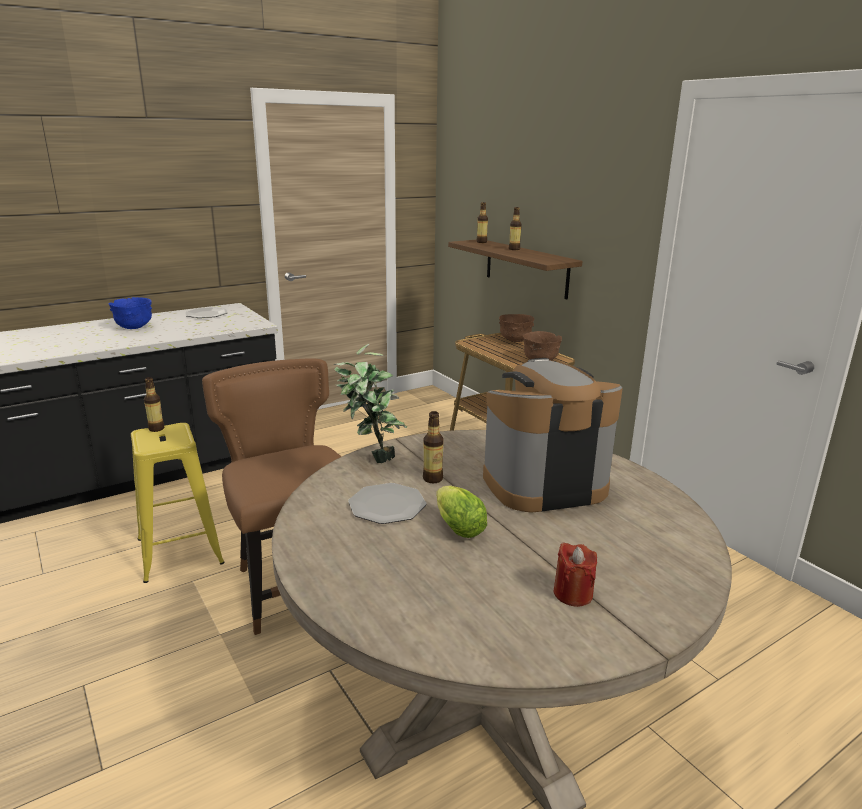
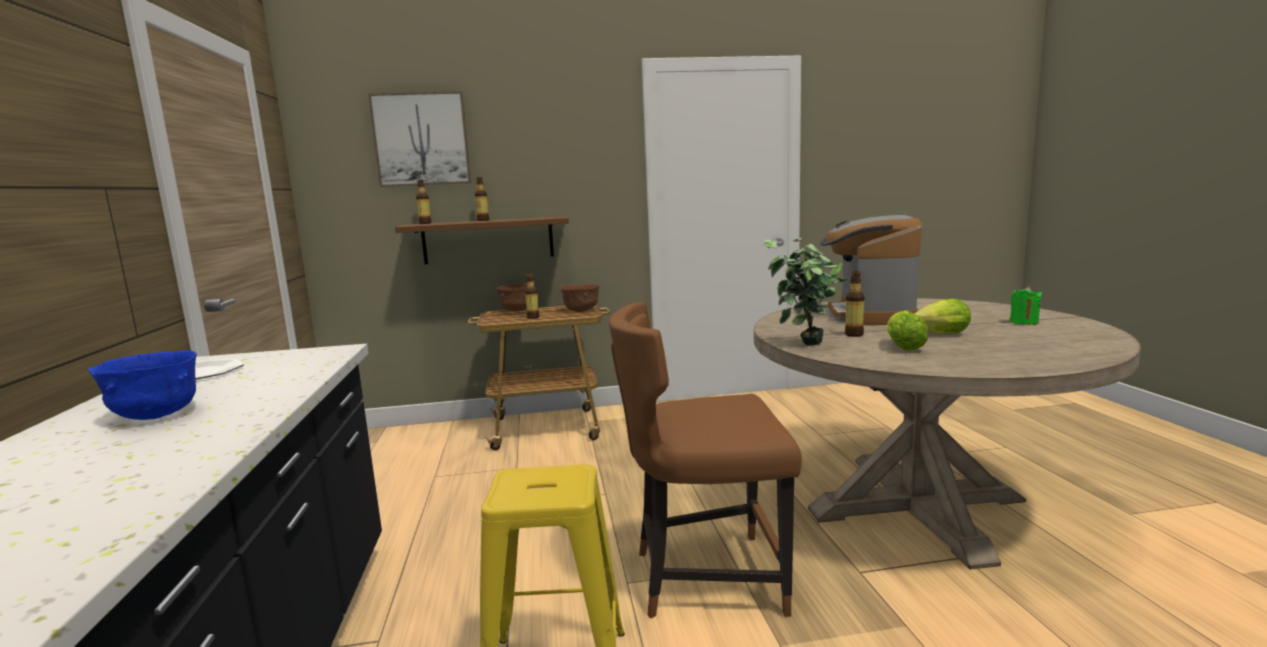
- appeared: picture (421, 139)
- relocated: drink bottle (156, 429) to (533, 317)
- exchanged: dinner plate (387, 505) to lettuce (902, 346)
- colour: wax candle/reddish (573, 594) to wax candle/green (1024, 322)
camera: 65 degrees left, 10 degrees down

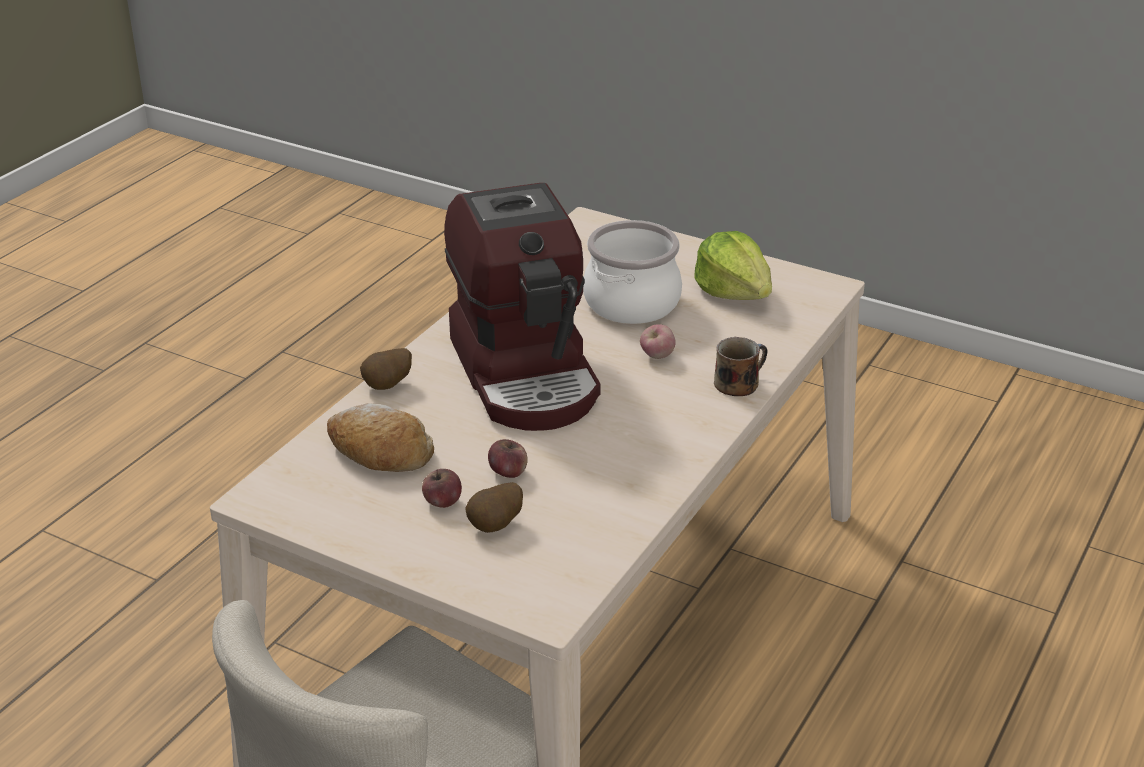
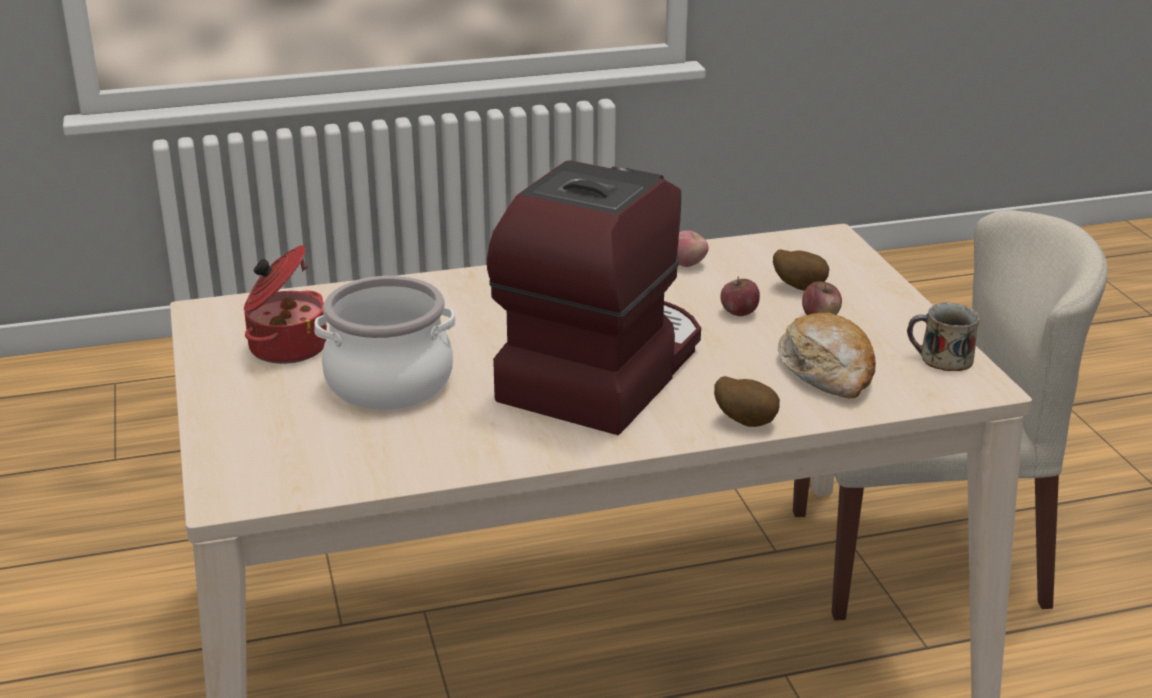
- relocated: whole apple (657, 356) to (688, 265)
- relocated: coffee mug (738, 382) to (943, 358)
- exchanged: lettuce (734, 292) to stockpot (286, 346)
camera: 135 degrees left, 5 degrees down

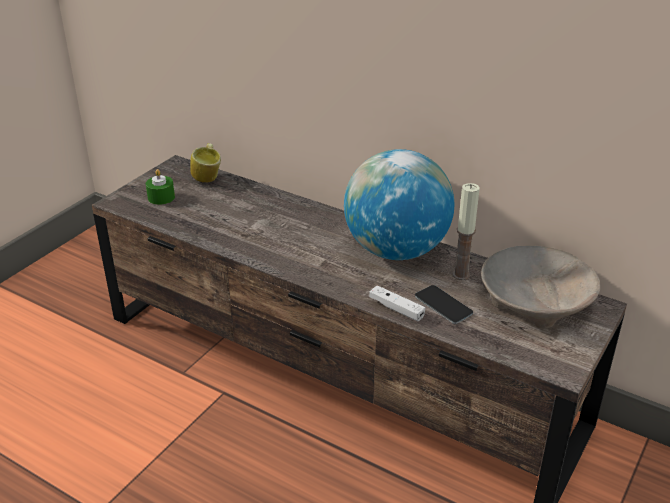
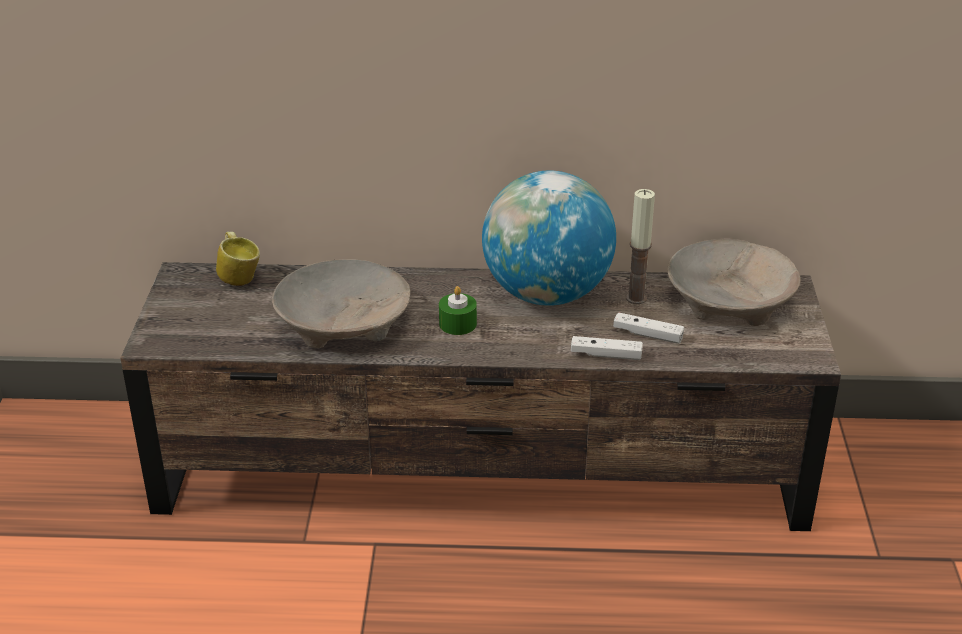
- appeared: bowl/beige-coloured (342, 323)
- relocated: wax candle/green (161, 197) to (457, 324)
- exchanged: handset (443, 305) to gamepad/white-coloured (647, 335)
camera: 30 degrees left, 0 degrees up

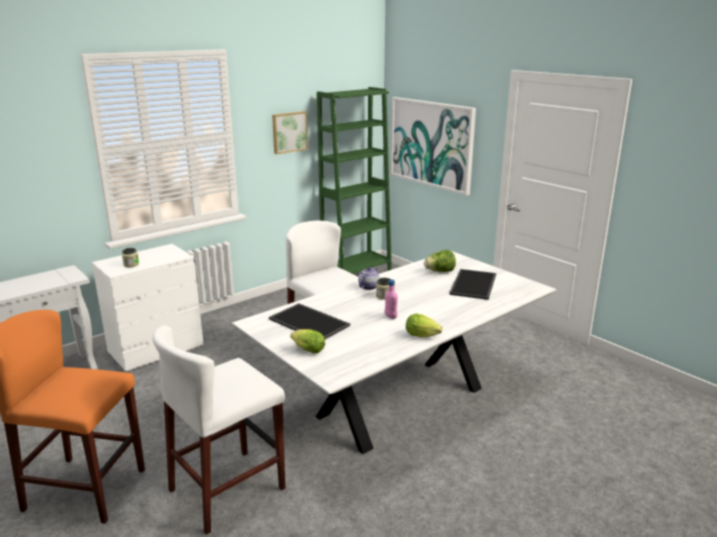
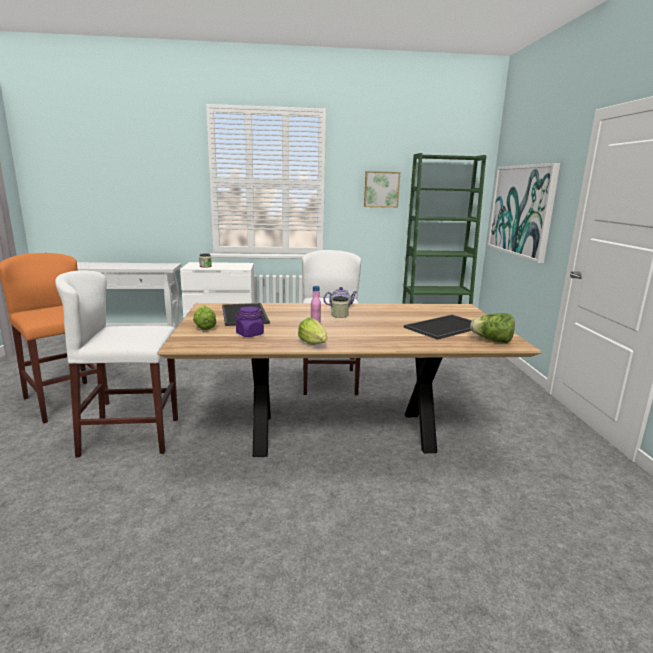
- appeared: preserve jar/purplish (249, 334)
- relocated: lettuce (440, 271) to (492, 341)
- colour: dining table/white-coloured (400, 402) to dining table/brownish (340, 433)
camera: 35 degrees right, 5 degrees down

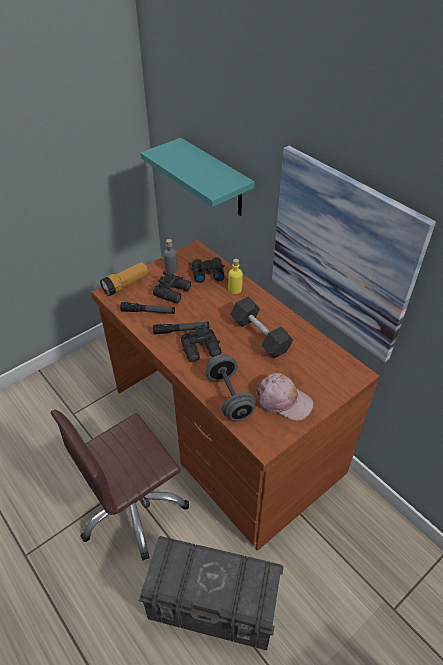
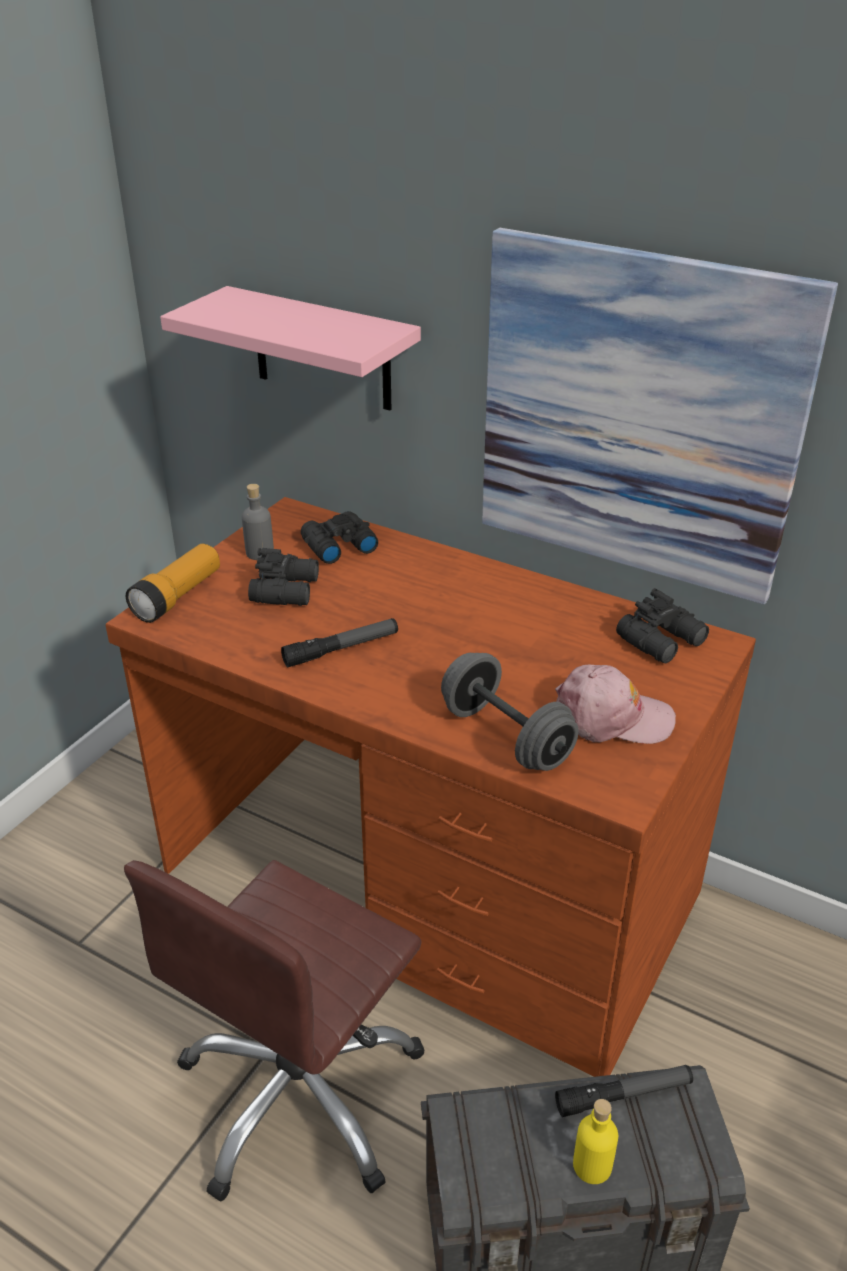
- missing: dumbbell/blackish (260, 335)
- relocated: torch (148, 312) to (624, 1095)
- relocated: field glasses/blackish (202, 350) to (663, 641)
- relocated: drink bottle/yellow-coloured (235, 289) to (592, 1165)
- colour: wall shelf/turquoise-coloured (215, 178) to wall shelf/pink (322, 349)
camera: 20 degrees left, 10 degrees down

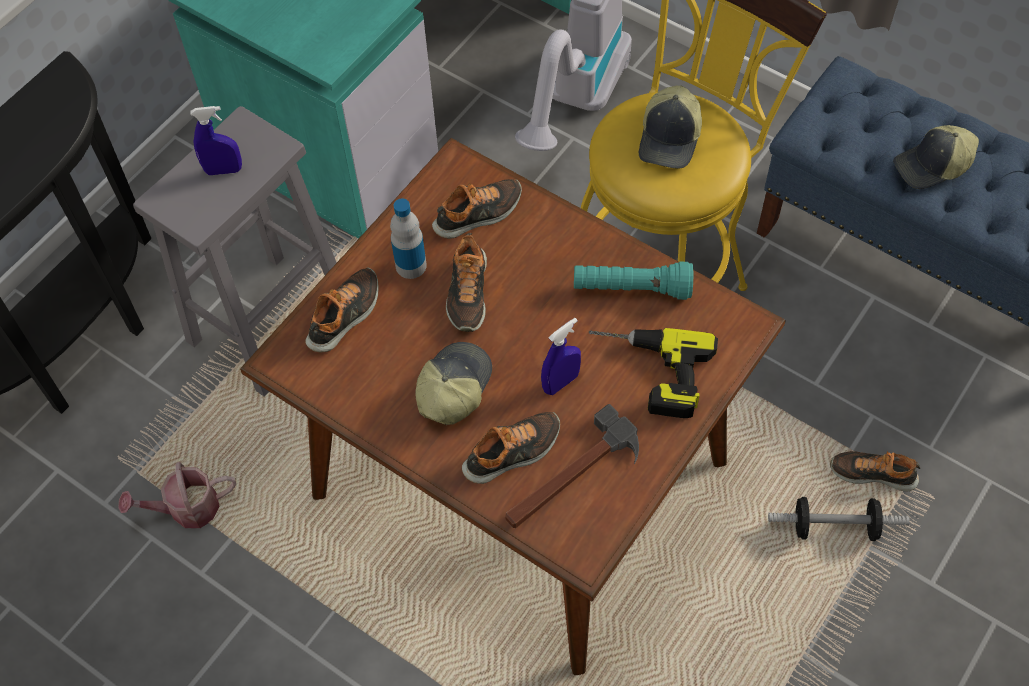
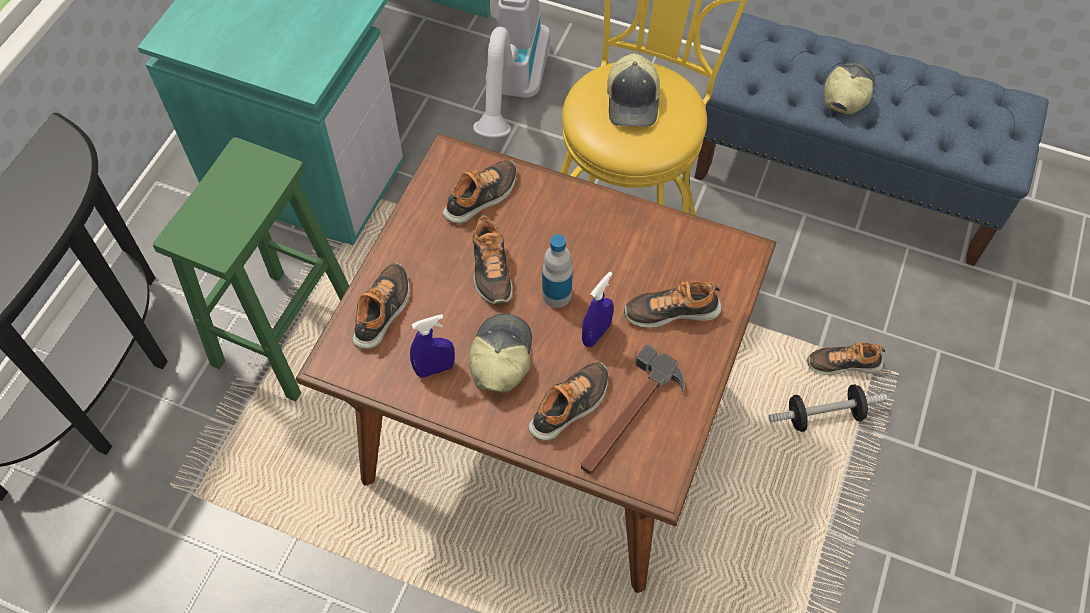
- missing: watering can (187, 509)
- missing: torch/turquoise-coloured (631, 289)
- relocated: hand sprayer/bluish (224, 170) to (435, 369)
- relocated: drink bottle (411, 265) to (557, 295)
- exchanged: power drill (648, 373) to low shoe (671, 311)
- colour: stool/greyish (271, 320) to stool/green (286, 331)
- spun: peaked cap (933, 166) = (846, 92) 150 degrees clockwise
camera: 15 degrees left, 0 degrees up

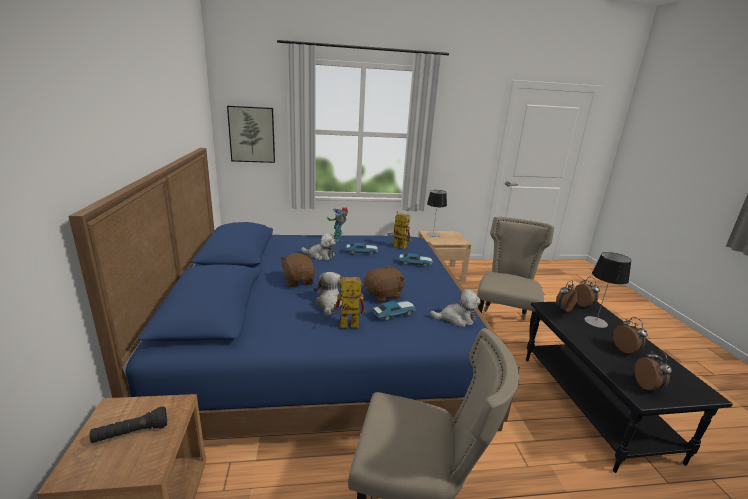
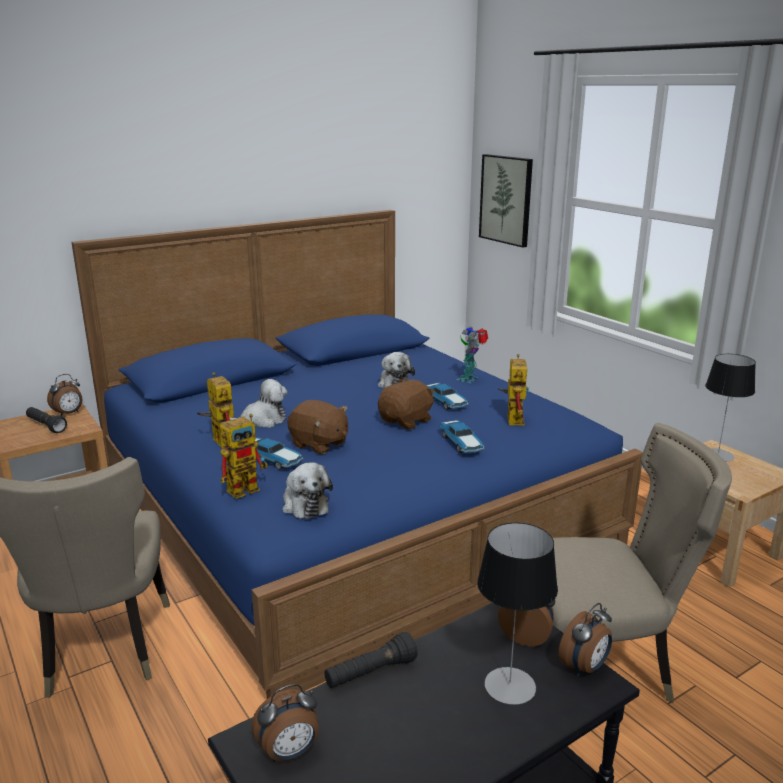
- appeared: toy robot (247, 487)
- appeared: torch/blackish (370, 673)
- relocated: soft toy/brownish (299, 281) to (406, 421)
- relocated: bedside clock (626, 350) to (69, 413)
camera: 65 degrees right, 0 degrees up

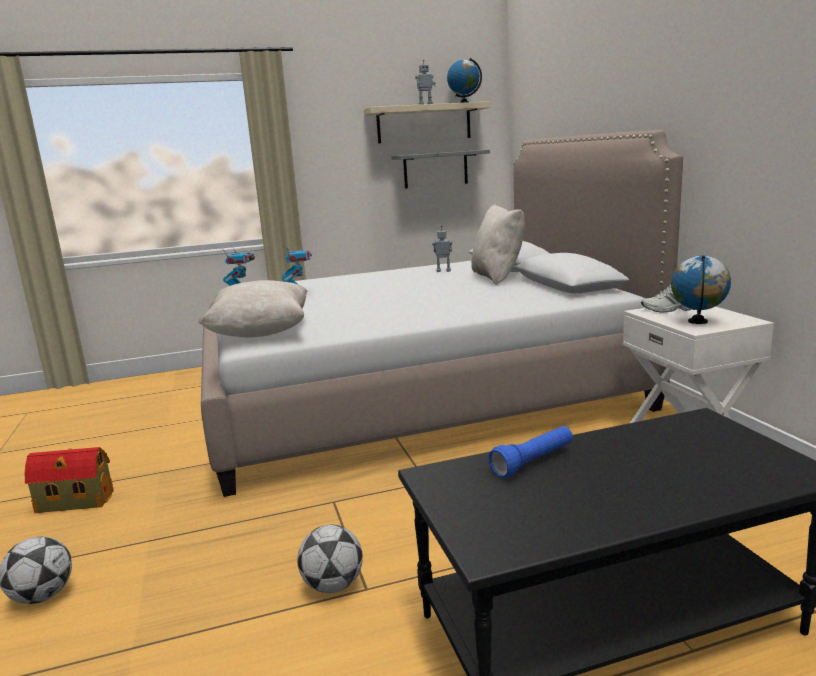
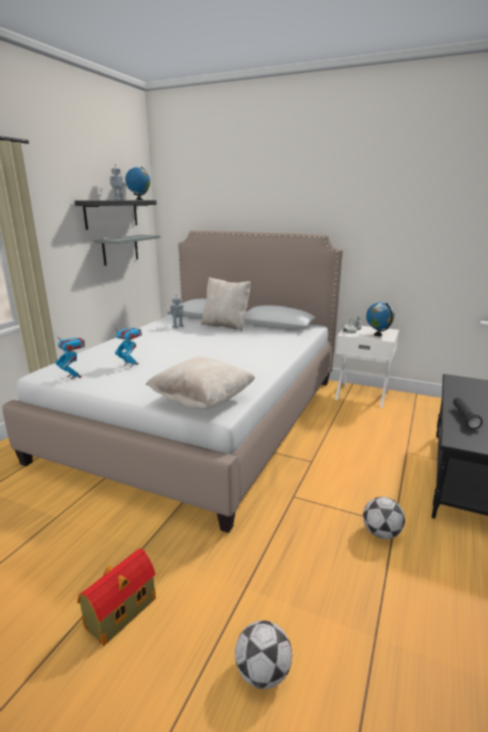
- colour: wall shelf/beige-coloured (424, 123) to wall shelf/blackish (111, 214)
- colour: torch/bluish (533, 462) to torch/blackish (464, 418)
camera: 50 degrees left, 5 degrees up

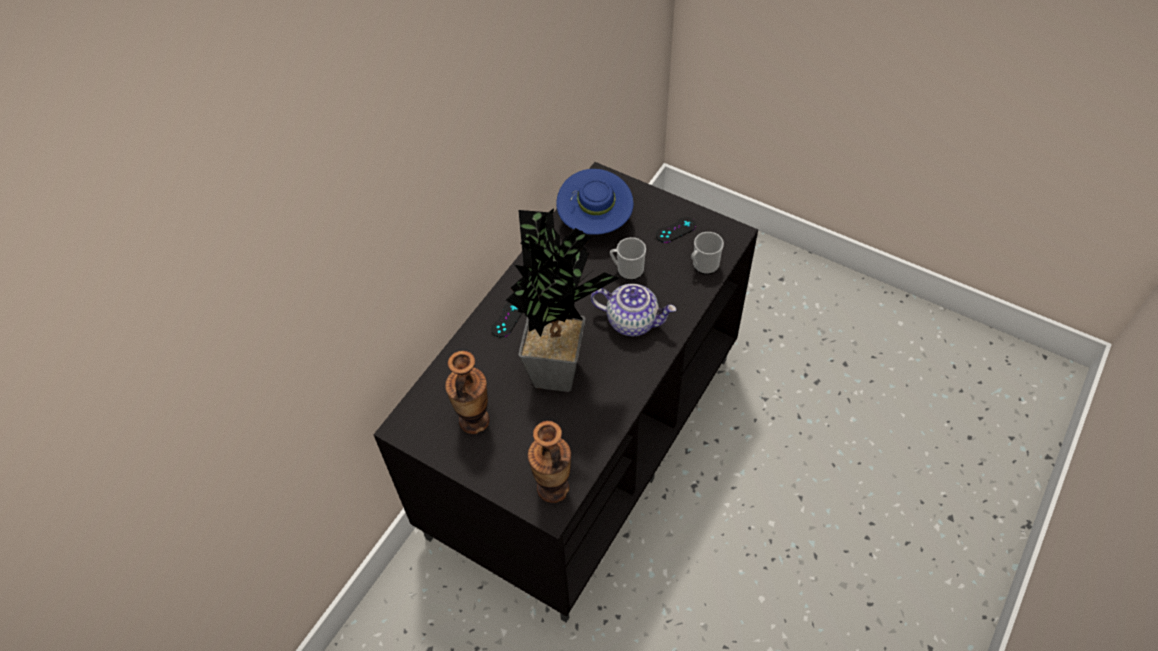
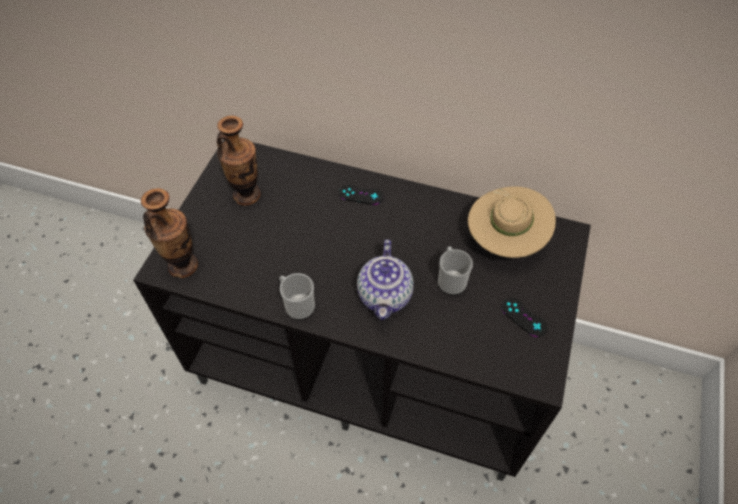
- missing: houseplant (561, 366)
- relocated: coffee mug (703, 265) to (297, 305)
- colour: clothing hat/bluish (595, 222) to clothing hat/beige-coloured (504, 240)
camera: 75 degrees right, 0 degrees up

